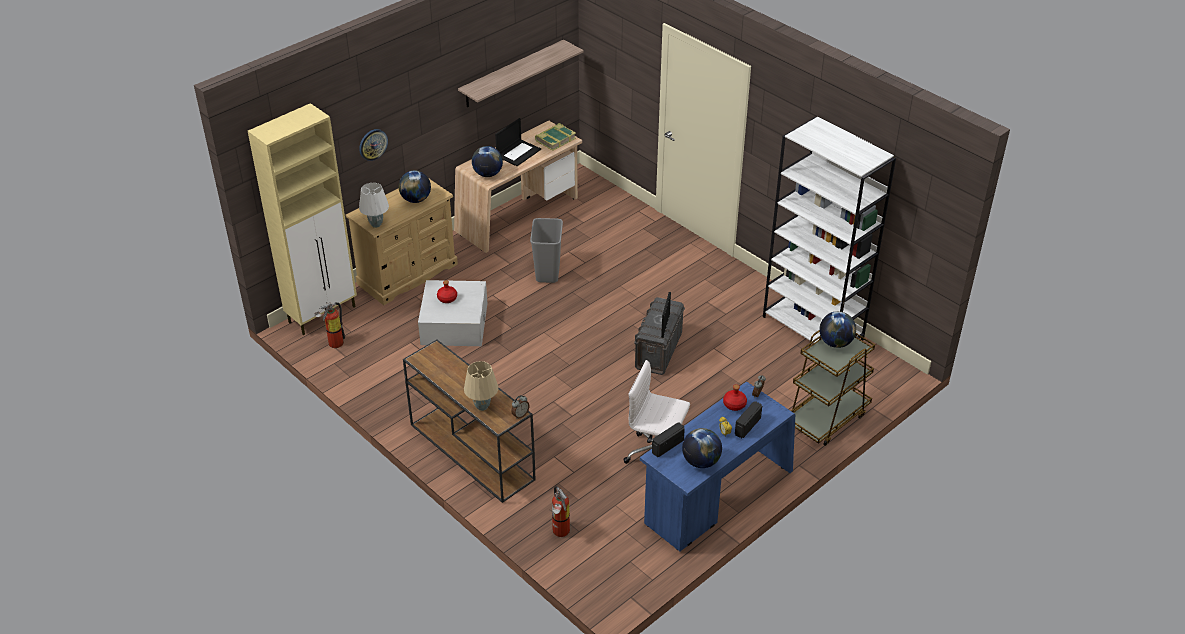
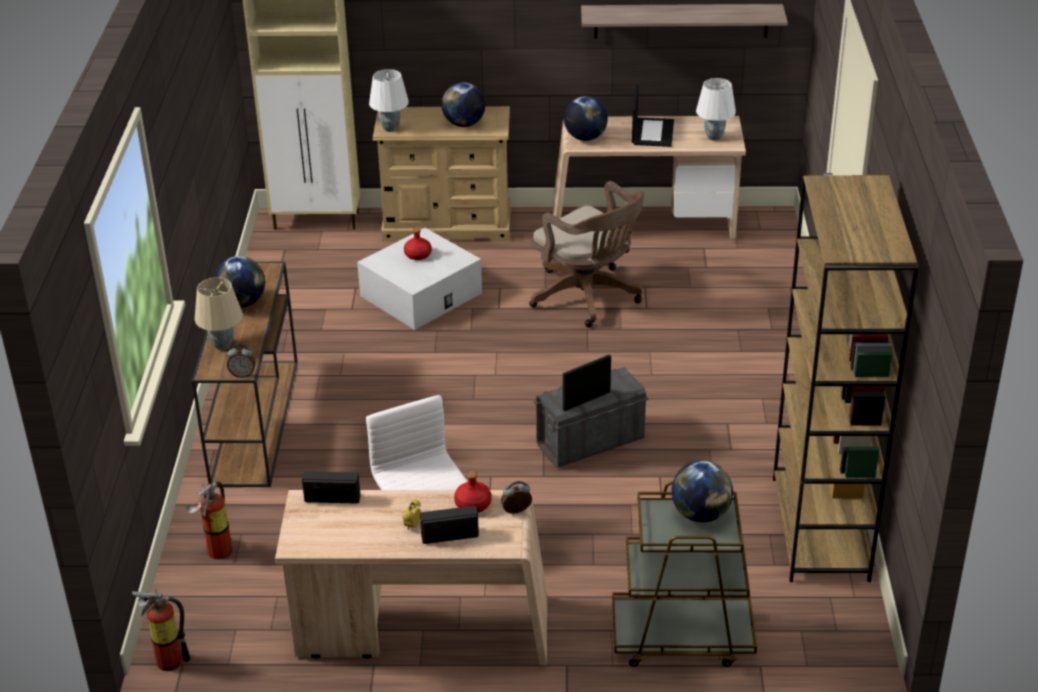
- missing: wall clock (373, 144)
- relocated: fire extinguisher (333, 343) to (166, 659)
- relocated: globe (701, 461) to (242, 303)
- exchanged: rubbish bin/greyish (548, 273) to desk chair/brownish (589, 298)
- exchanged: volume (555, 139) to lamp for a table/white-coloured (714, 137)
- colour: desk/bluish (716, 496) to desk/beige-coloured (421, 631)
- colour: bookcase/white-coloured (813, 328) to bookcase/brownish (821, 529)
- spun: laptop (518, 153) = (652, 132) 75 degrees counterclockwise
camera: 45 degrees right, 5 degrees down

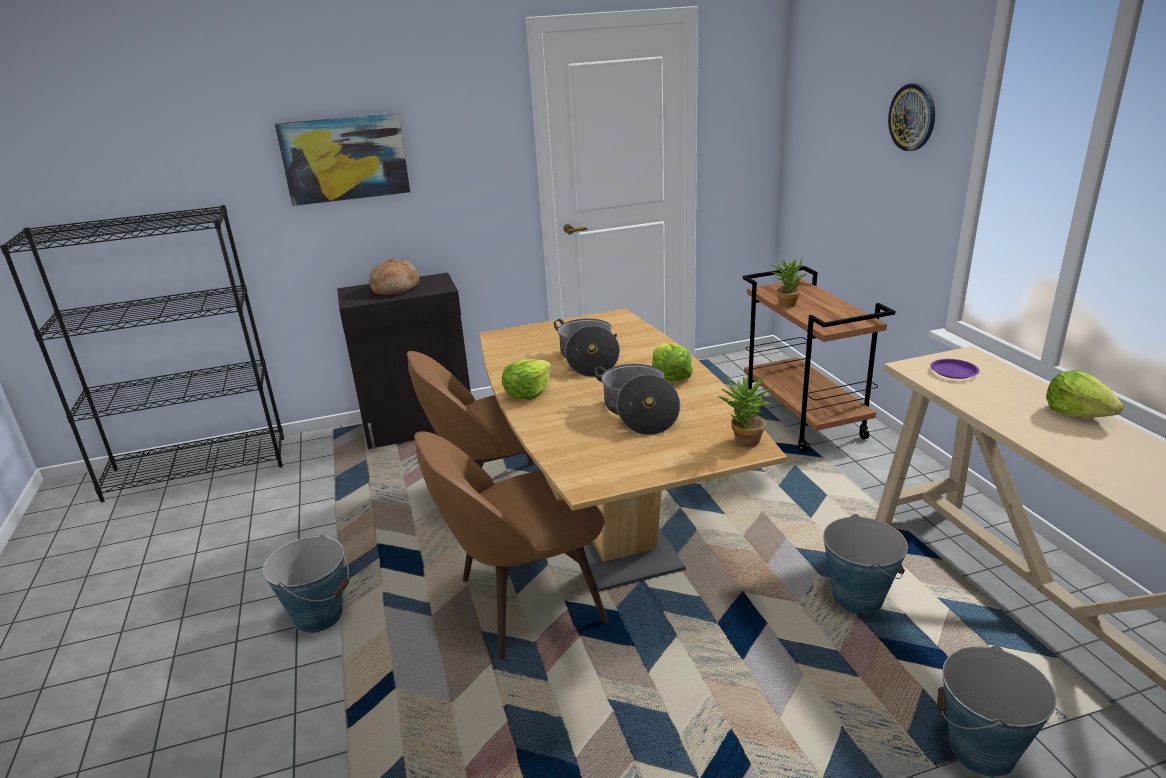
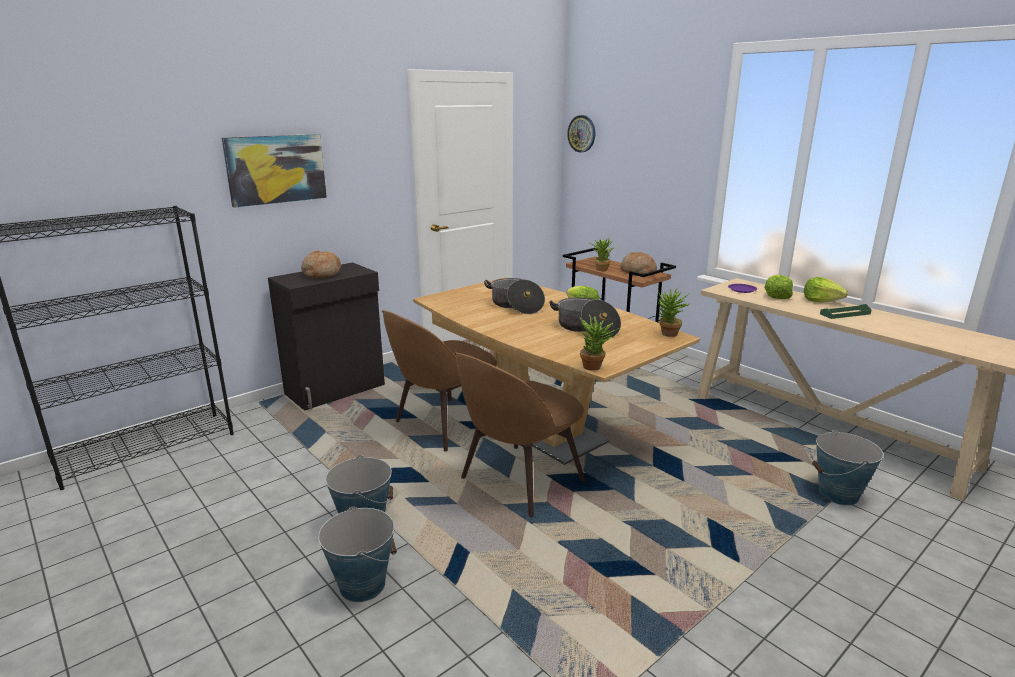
- appeared: houseplant (595, 367)
- appeared: baked bread (638, 272)
- appeared: serving tray/green (845, 314)
- relocated: lettuce (528, 392) to (776, 296)
- relocated: bucket (857, 598) to (362, 585)
- relocated: wall clock (912, 117) to (582, 133)
camera: 25 degrees left, 5 degrees down

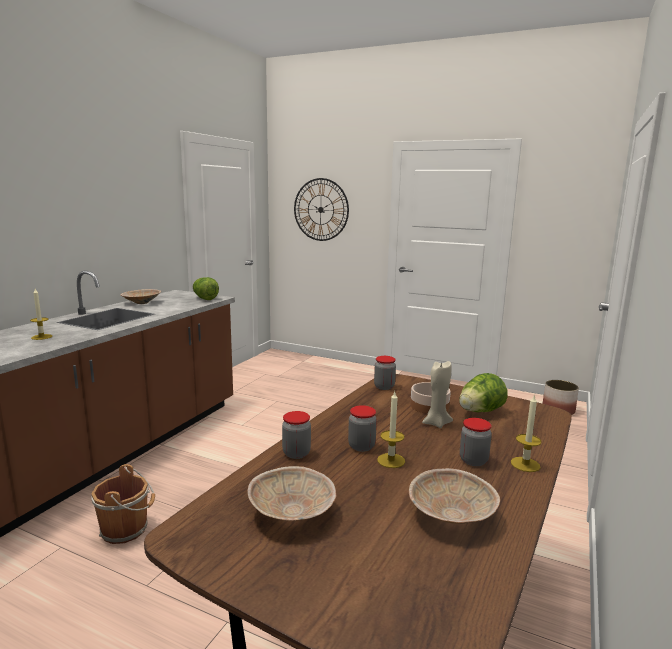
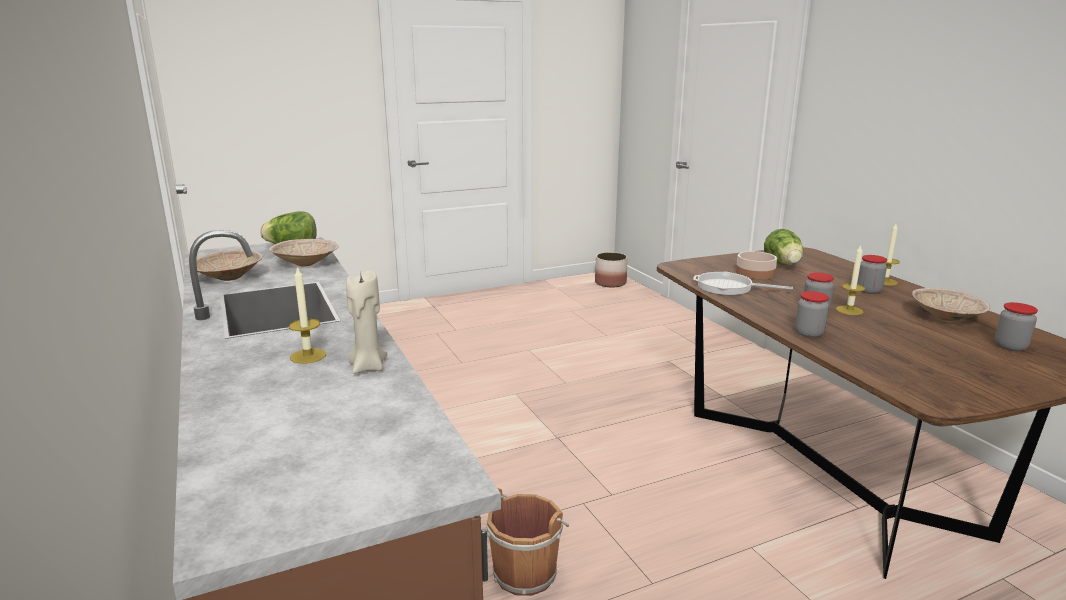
- missing: wall clock (320, 209)
- appeared: skillet (728, 288)
- relocated: bowl/beige-coloured (292, 513) to (307, 264)
- relocated: preserve jar (384, 387) to (1010, 347)
- relocated: wax candle/beige-coloured (436, 423) to (368, 367)
camera: 50 degrees left, 5 degrees up

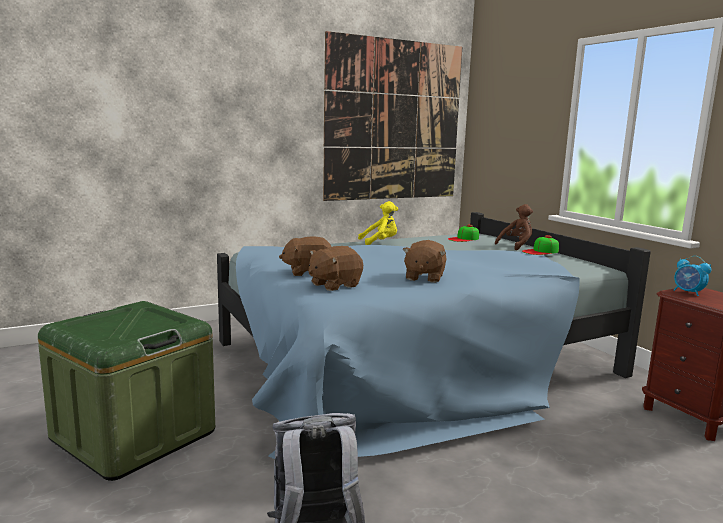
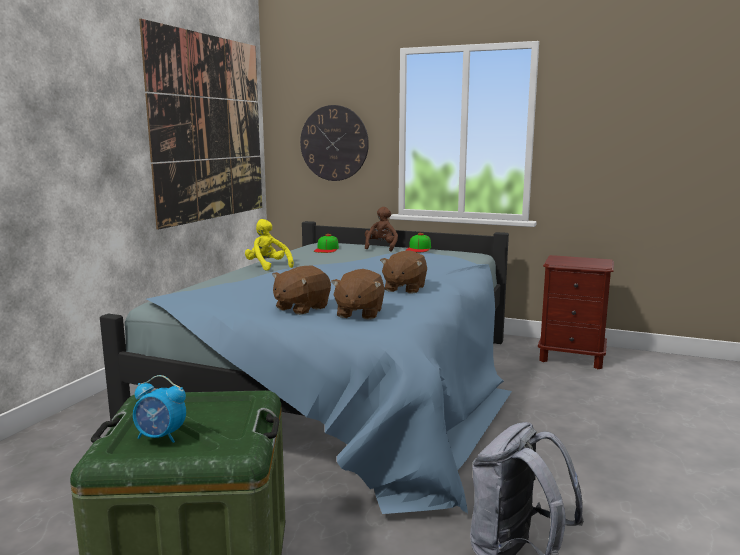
- appeared: wall clock (334, 143)
- relocated: bedside clock (688, 293) to (161, 437)
- spun: soft toy/yellow-coloured (380, 243) = (267, 266) 75 degrees counterclockwise
- spun: soft toy/brownish (424, 277) = (404, 288) 45 degrees clockwise
camera: 40 degrees left, 0 degrees up

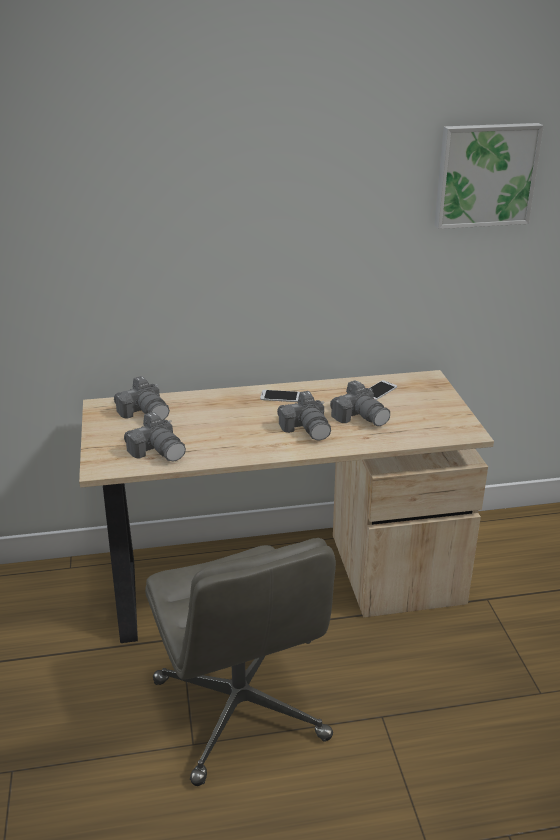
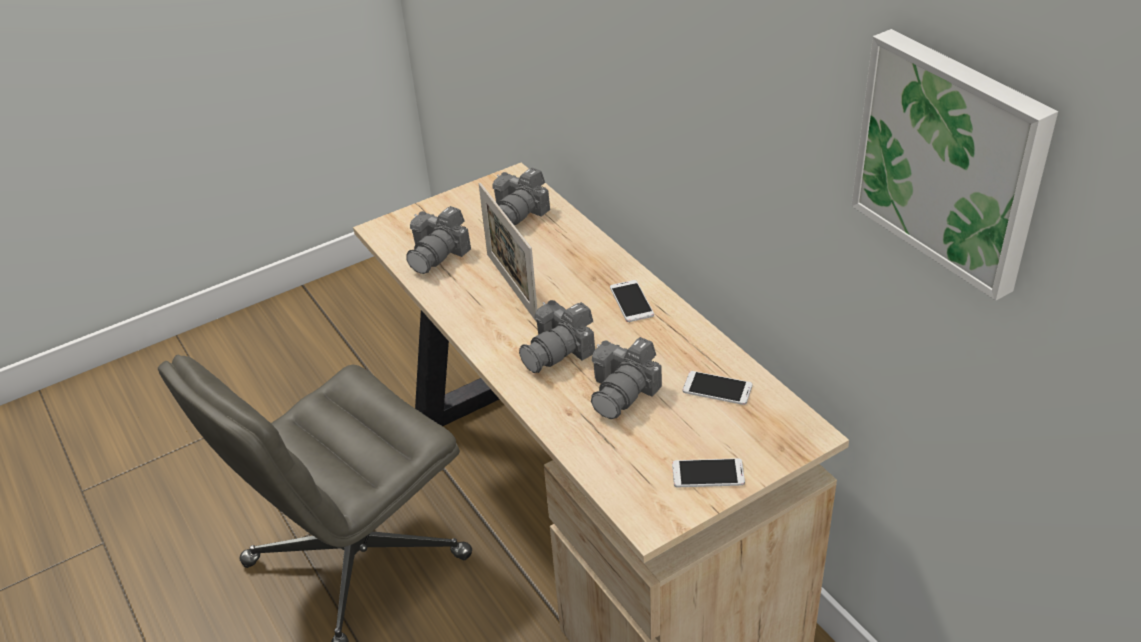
- appeared: photo frame (512, 287)
- appeared: handset (708, 473)
camera: 70 degrees right, 10 degrees up

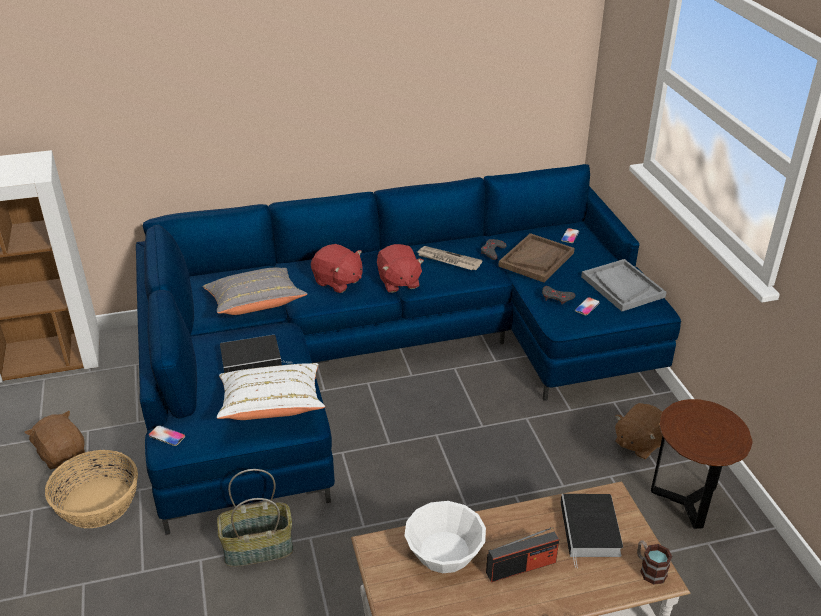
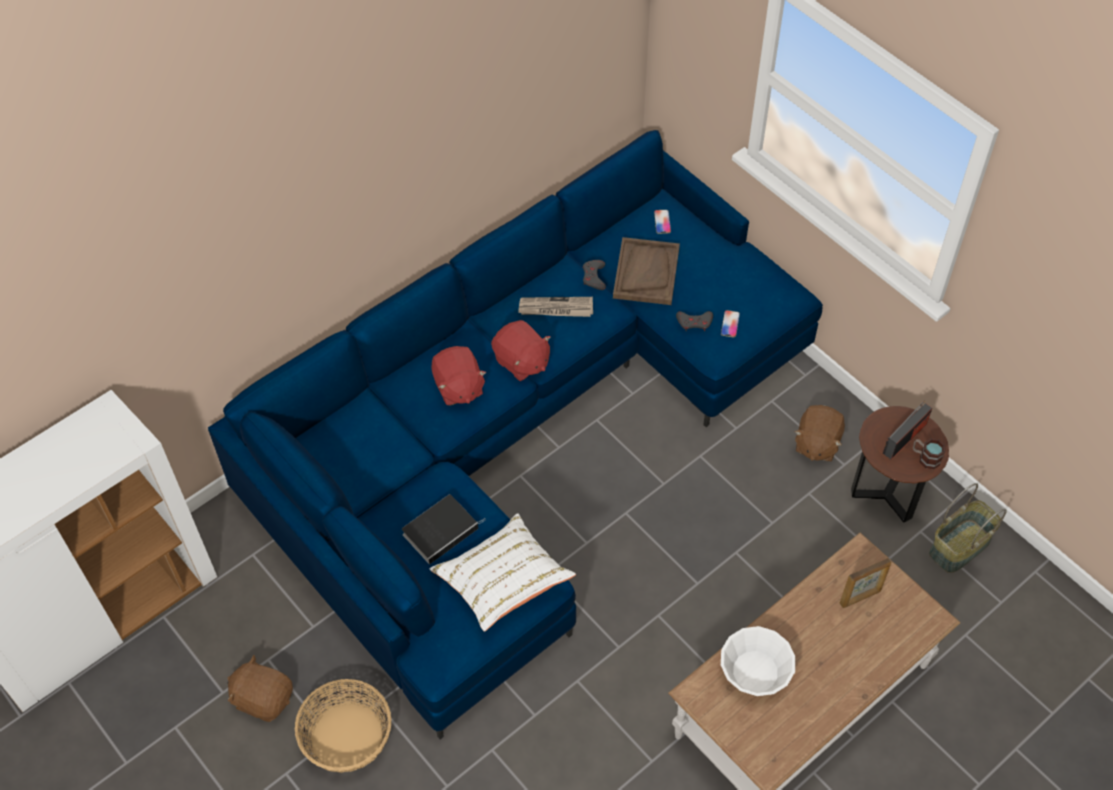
- missing: handset (167, 436)
- missing: cushion/greyish (255, 305)
- missing: serving tray/greyish (622, 287)
- relocated: household basket (257, 549) to (960, 547)
- relocated: radio set (521, 567) to (905, 438)
- relocated: coffee mug (649, 569) to (925, 458)
- exchanged: volume (591, 531) to photo frame (860, 597)
- spun: soft toy/reddish (338, 282) = (458, 387) 60 degrees clockwise
camera: 25 degrees left, 20 degrees up

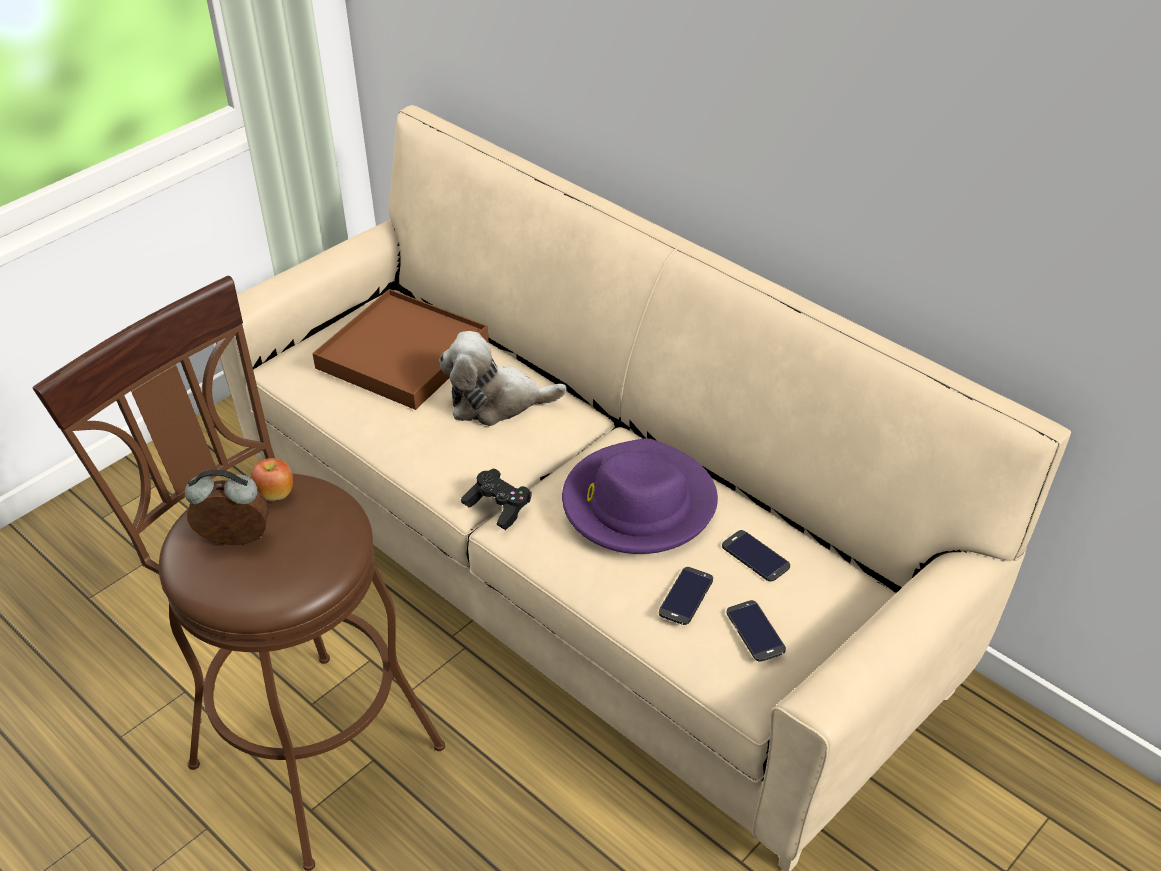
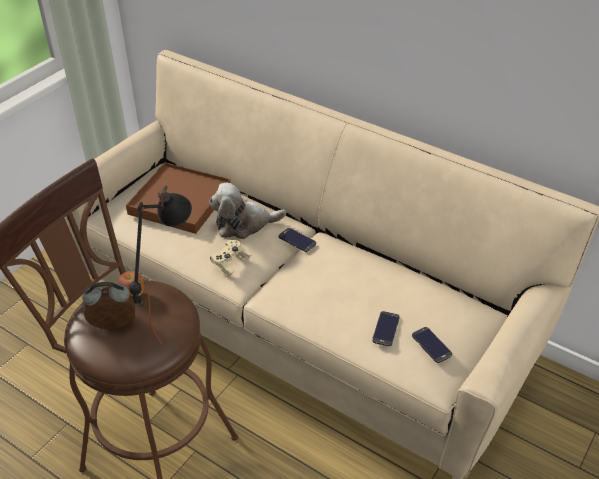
- missing: gamepad/blackish (498, 507)
- missing: clothing hat/purplish (638, 504)
- appeared: lamp for a table/blackish (169, 316)
- appeared: gamepad/beige-coloured (230, 262)
- relocated: handset (755, 556) to (297, 240)
camera: 10 degrees left, 0 degrees up

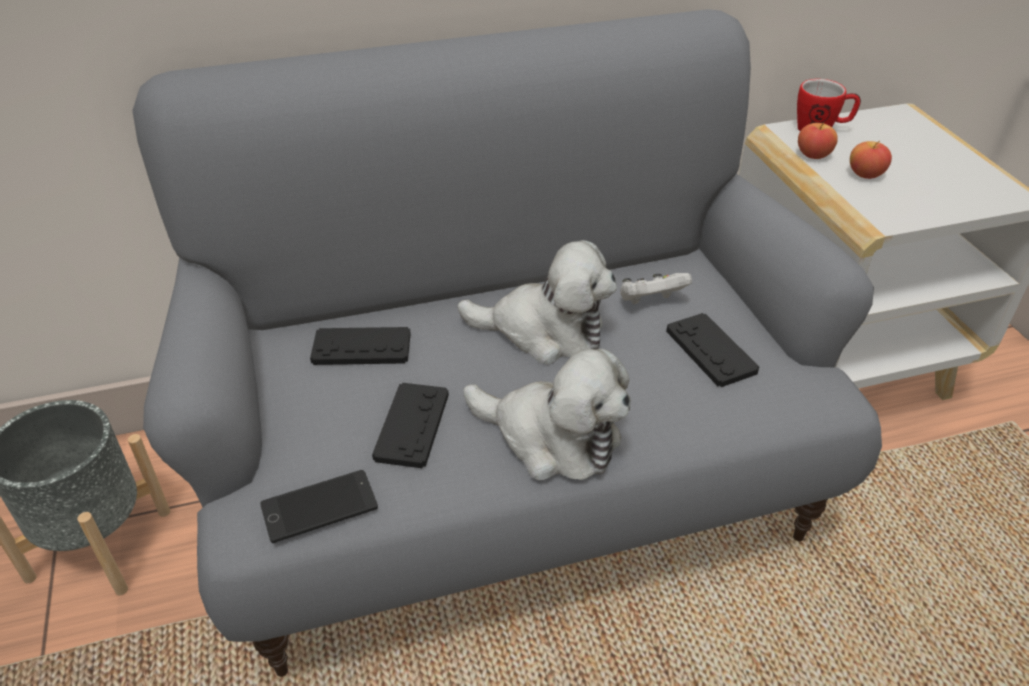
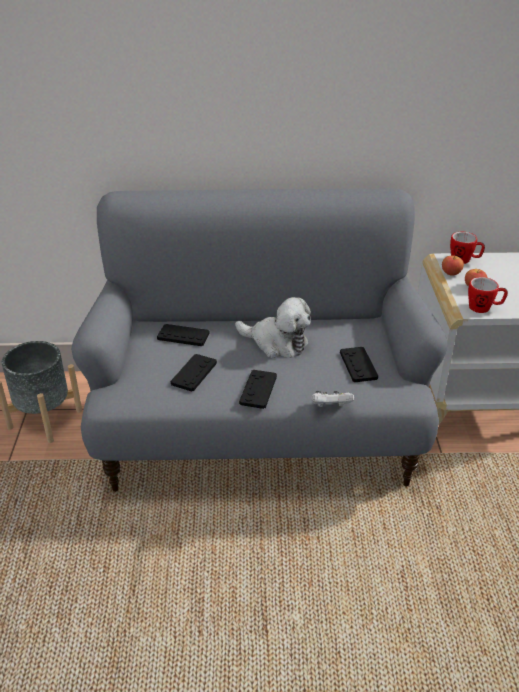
- missing: handset (319, 507)
- appeared: coffee mug (484, 308)
- relocated: gamepad/white-coloured (650, 302) to (330, 407)
- exchanged: soft toy (552, 438) to gamepad/blackish (258, 390)
camera: 15 degrees right, 5 degrees down

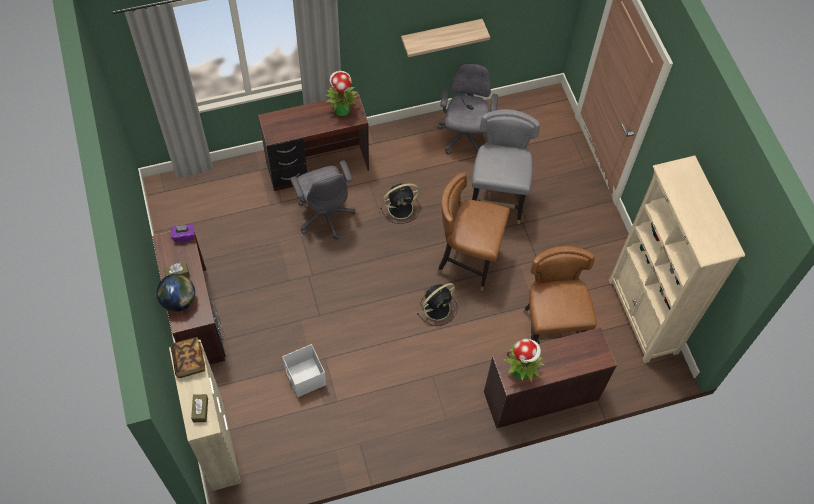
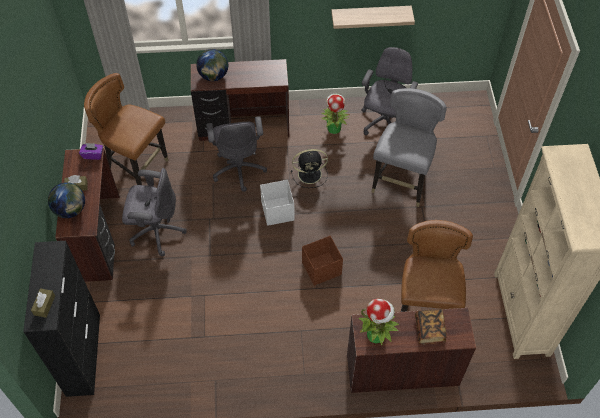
- appeared: desk chair/greyish (156, 231)
- appeared: globe (213, 76)
- relocated: volume (189, 361) to (429, 330)
- relocated: storage bin/white-coloured (305, 378) to (277, 212)
- relocated: houseplant (341, 109) to (334, 128)
- relocated: chair/brownish (467, 262) to (138, 169)
- exchanged: cooling fan/blackish (438, 307) to storage bin/brownish (322, 269)
- colour: cupboard/beige-coloured (217, 443) to cupboard/blackish (83, 354)
camera: 15 degrees right, 5 degrees down

